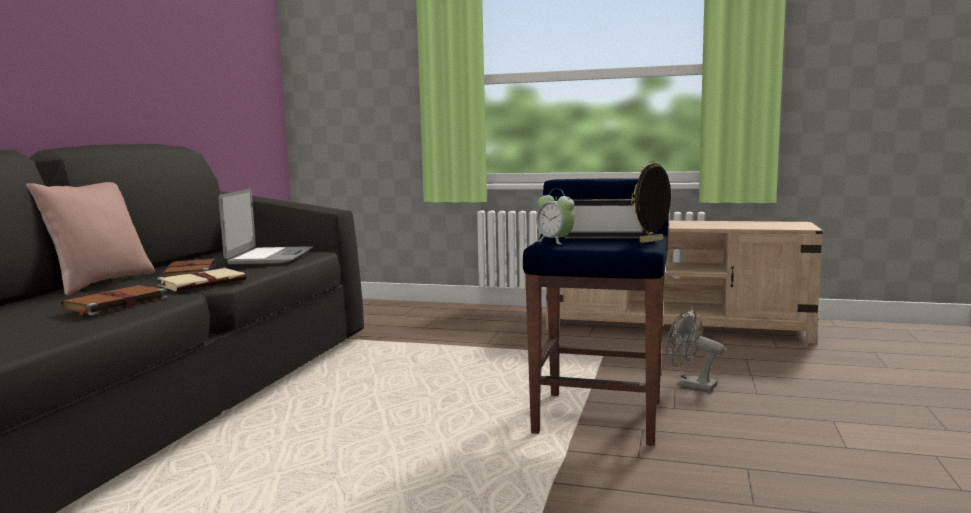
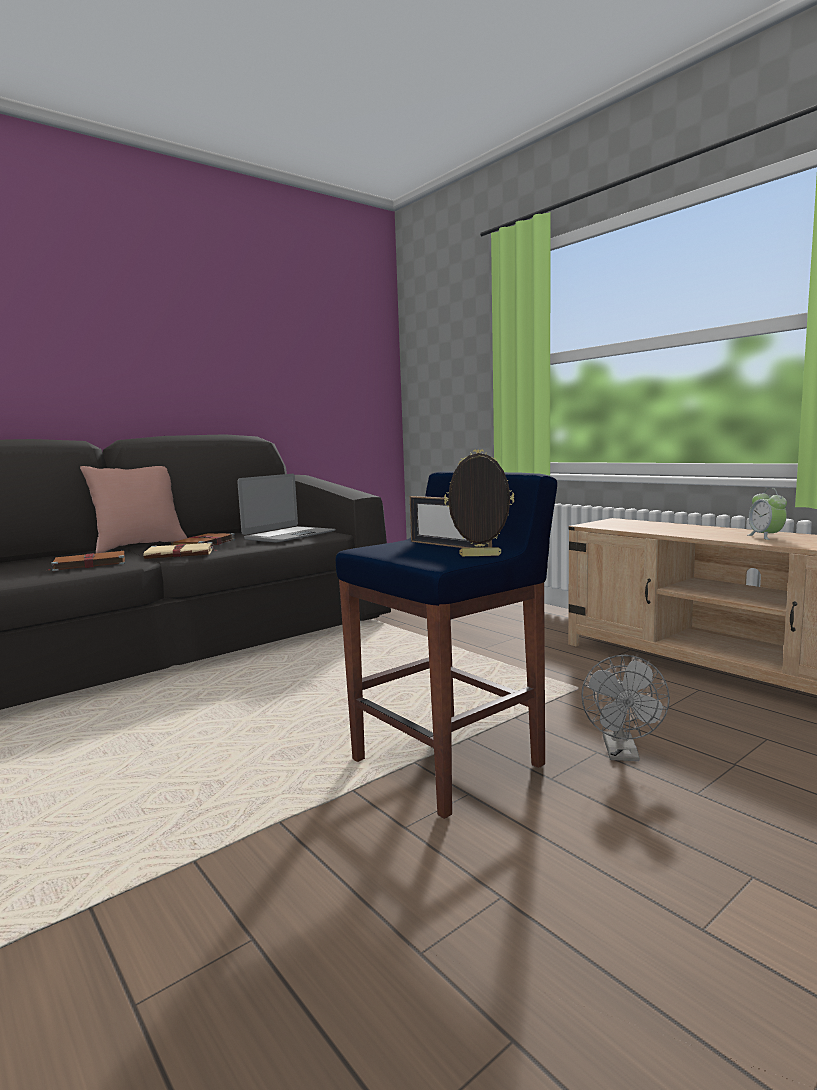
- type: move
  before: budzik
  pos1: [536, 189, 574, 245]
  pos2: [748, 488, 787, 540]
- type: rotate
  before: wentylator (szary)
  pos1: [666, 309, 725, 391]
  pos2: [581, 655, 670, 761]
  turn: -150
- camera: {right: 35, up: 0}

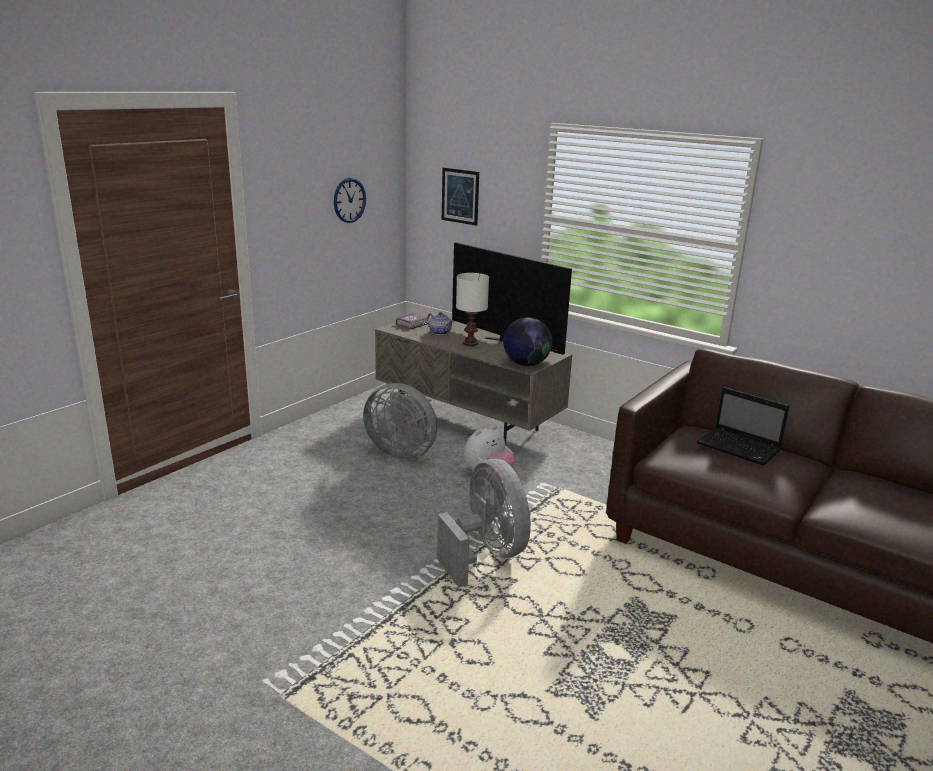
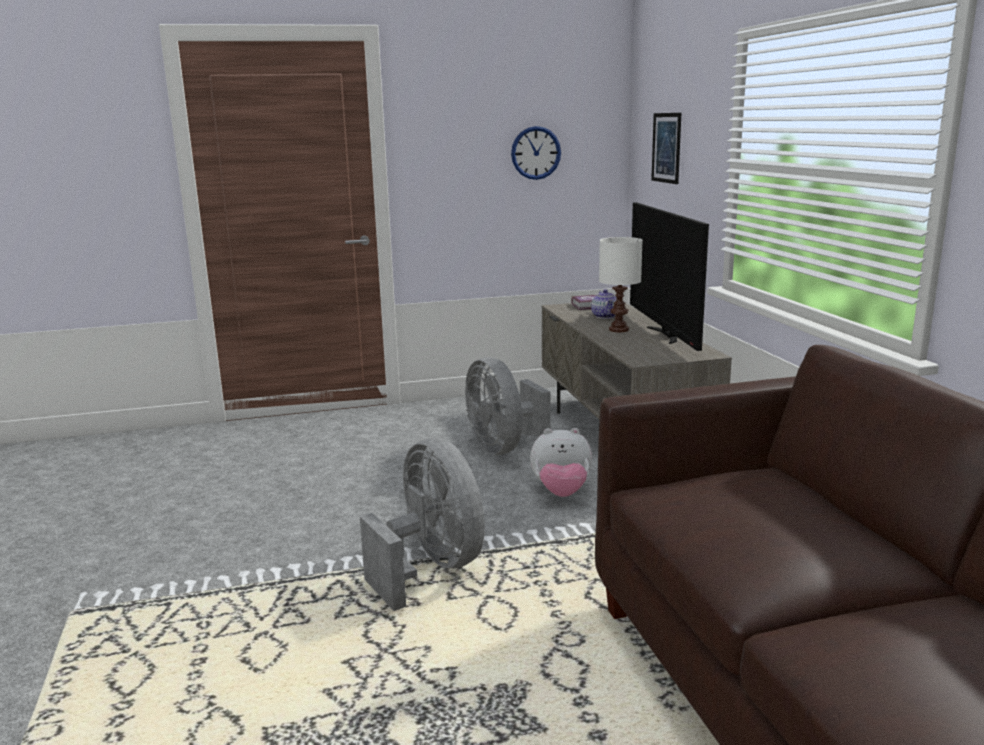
- type: delete
  before: globus
  pos1: [503, 317, 552, 366]
- type: delete
  before: laptop
  pos1: [697, 387, 789, 466]
- type: rotate
  before: wentylator (szary)
  pos1: [437, 459, 531, 587]
  pos2: [360, 438, 485, 611]
  turn: -45
- camera: {right: 40, up: -5}

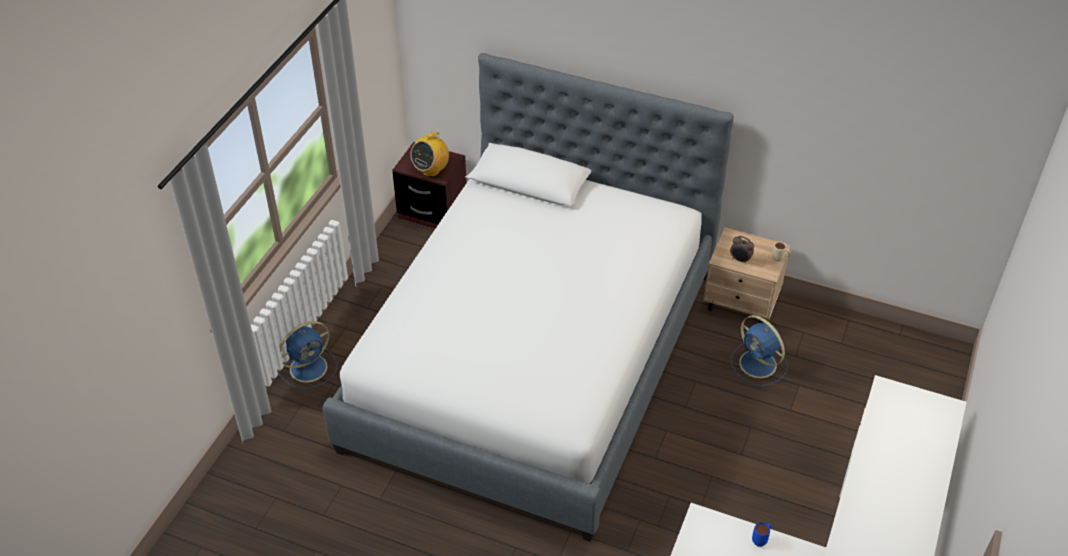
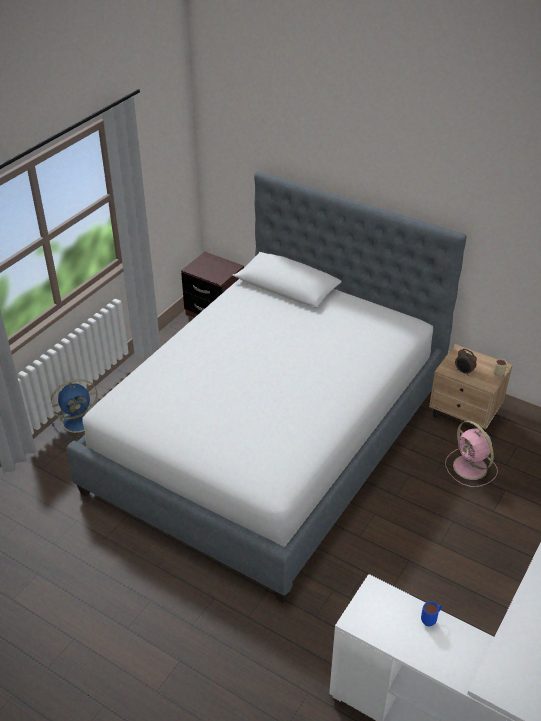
- type: delete
  before: radio
  pos1: [410, 132, 449, 177]
- type: recolor
  before: wentylator (niebieski)
  after: wentylator (różowy)
  pos1: [730, 315, 788, 386]
  pos2: [445, 421, 498, 487]
- camera: {right: 10, up: -5}

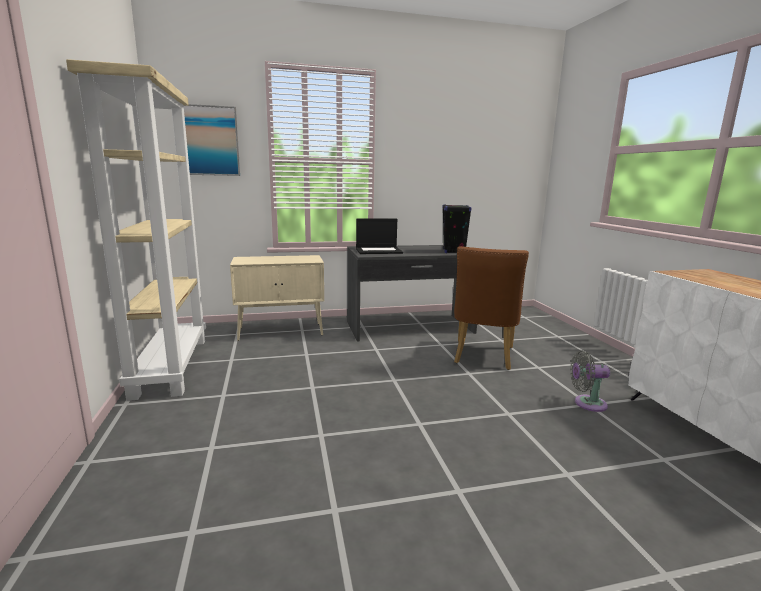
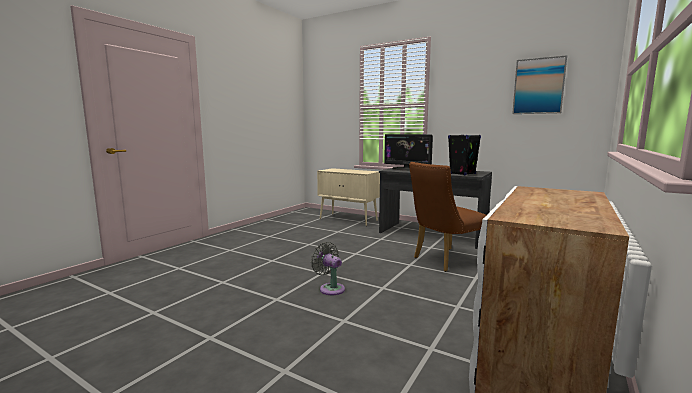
- type: delete
  before: regał (beżowy)
  pos1: [66, 59, 206, 401]
- type: move
  before: obraz
  pos1: [184, 104, 240, 176]
  pos2: [512, 55, 567, 114]
- type: move
  before: wentylator (szary)
  pos1: [570, 351, 610, 412]
  pos2: [311, 242, 345, 295]
- type: replace
  before: laptop
  after: monitor
  pos1: [356, 218, 403, 254]
  pos2: [384, 134, 433, 171]
- camera: {right: 45, up: -5}

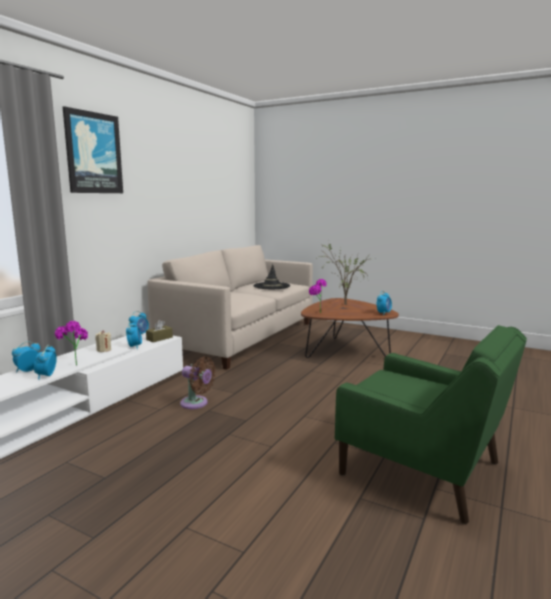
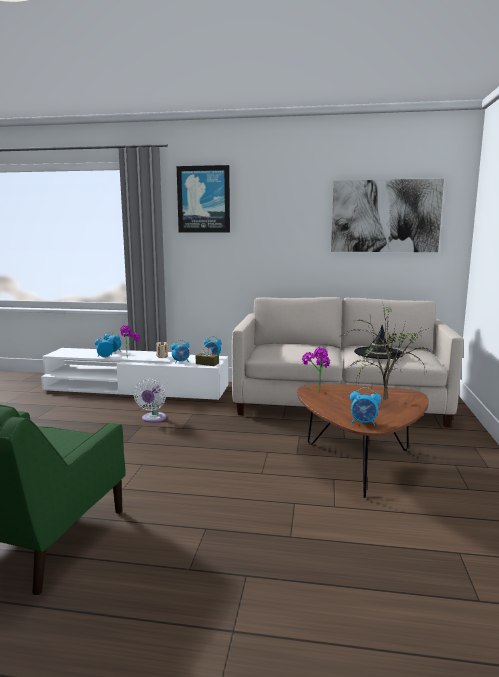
- type: insert
  after: obraz
  pos2: [331, 179, 444, 252]
- type: recolor
  before: wentylator (brązowy)
  after: wentylator (biały)
  pos1: [180, 357, 216, 409]
  pos2: [133, 379, 166, 423]
- camera: {right: 70, up: 0}

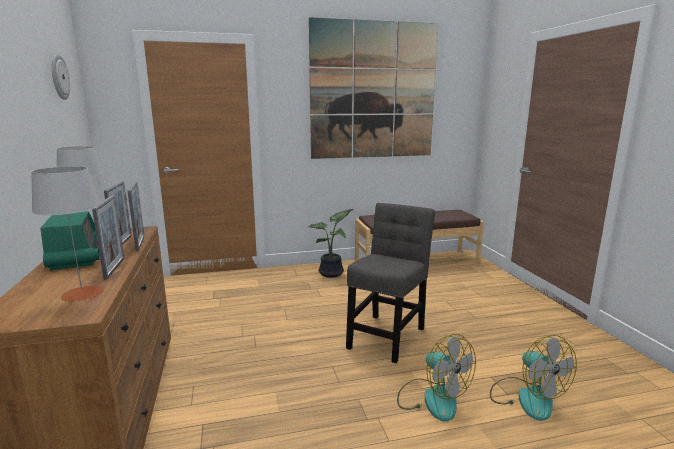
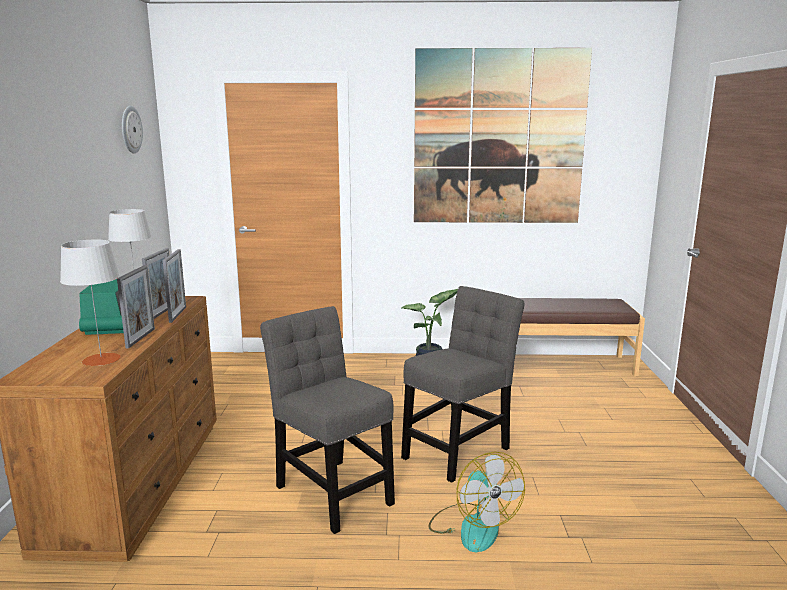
- type: delete
  before: wentylator
  pos1: [490, 335, 577, 421]
- type: insert
  after: krzesło (szary)
  pos2: [260, 306, 395, 534]
- camera: {right: 15, up: 0}

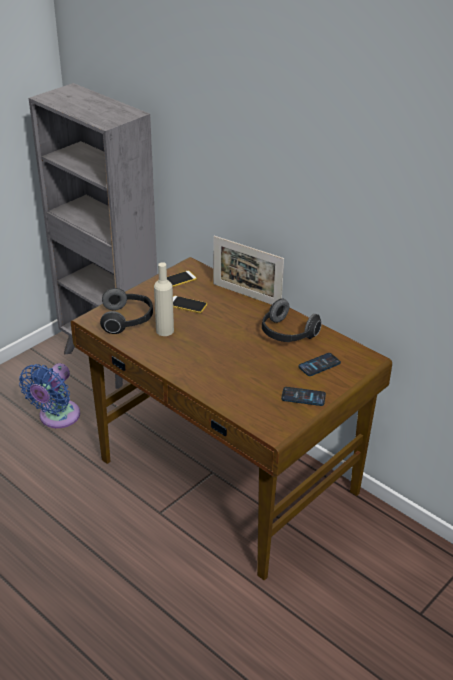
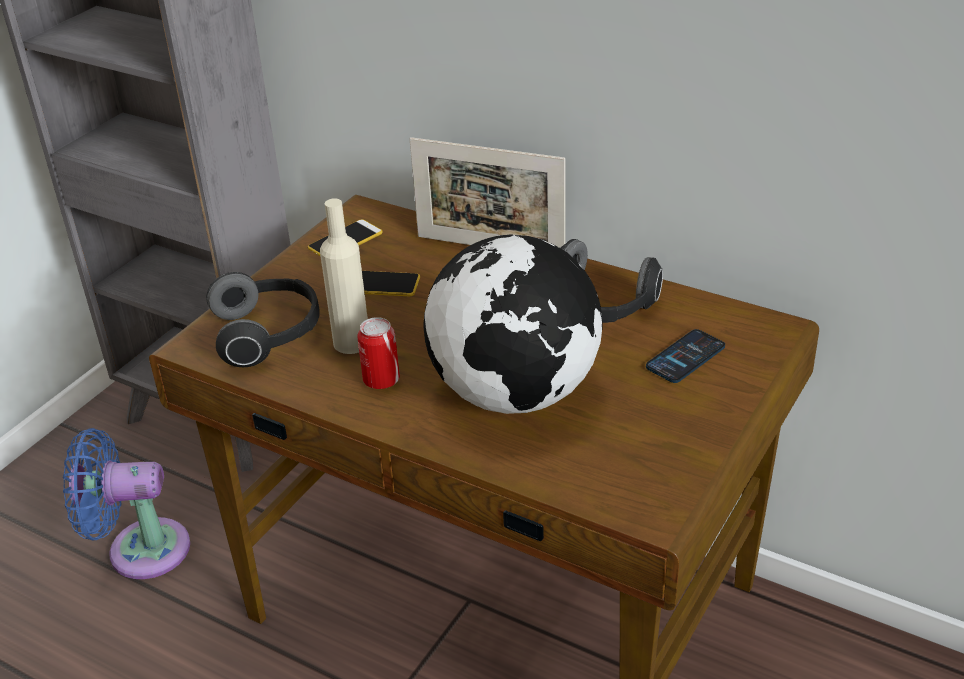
- type: delete
  before: telefon
  pos1: [281, 387, 326, 406]
- type: insert
  after: puszka
  pos2: [358, 317, 400, 389]
- type: insert
  after: globus
  pos2: [423, 234, 603, 414]
- type: rotate
  before: wentylator (niebieski)
  pos1: [19, 363, 80, 428]
  pos2: [63, 428, 190, 579]
  turn: 75
- camera: {right: -10, up: 0}

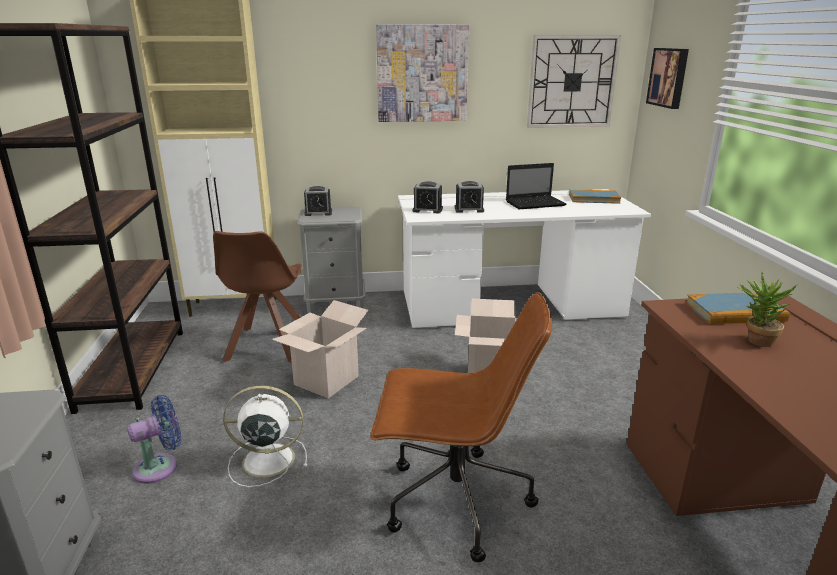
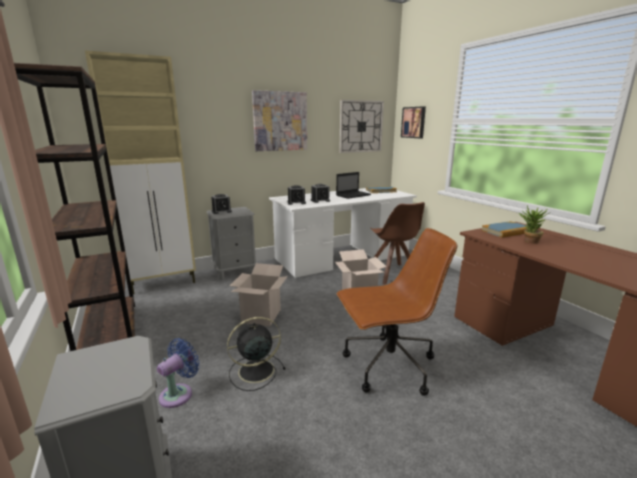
- type: move
  before: krzesło (brązowy)
  pos1: [213, 231, 302, 363]
  pos2: [370, 202, 425, 285]
- type: recolor
  before: wentylator (biały)
  after: wentylator (czarny)
  pos1: [223, 386, 307, 487]
  pos2: [227, 317, 286, 391]
- camera: {right: -20, up: -5}

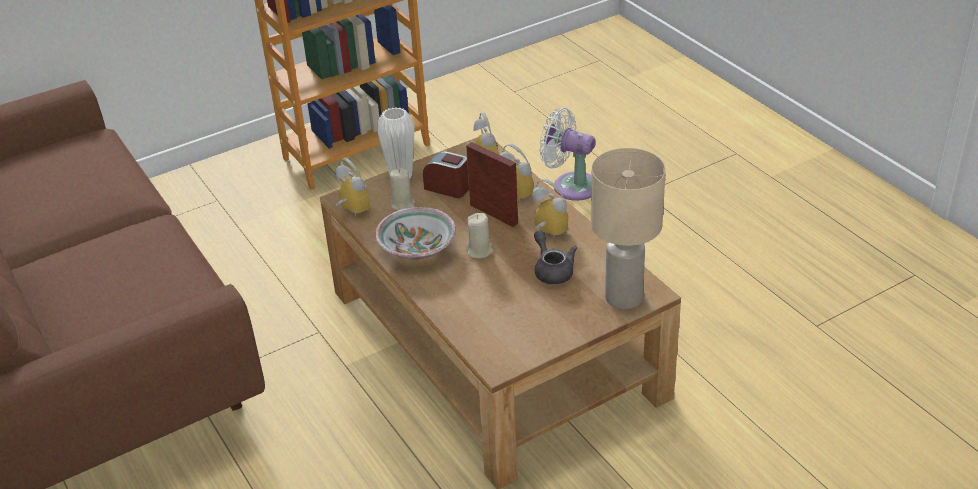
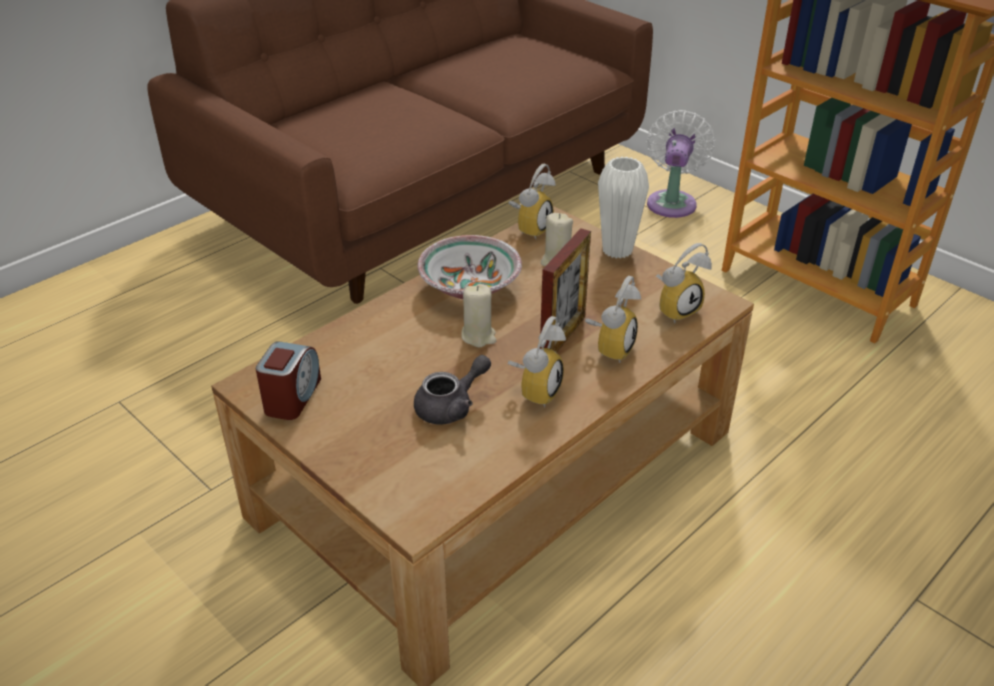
- type: delete
  before: lampa stołowa (beżowy)
  pos1: [591, 148, 666, 309]
- type: move
  before: budzik
  pos1: [423, 151, 469, 198]
  pos2: [256, 342, 321, 420]
- type: move
  before: wentylator (biały)
  pos1: [539, 107, 596, 201]
  pos2: [647, 110, 716, 218]
- camera: {right: 75, up: 0}

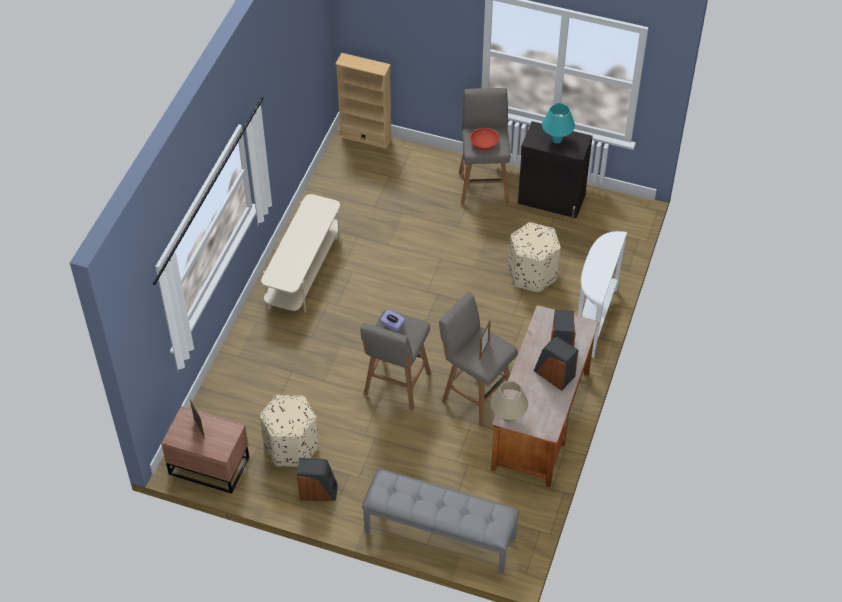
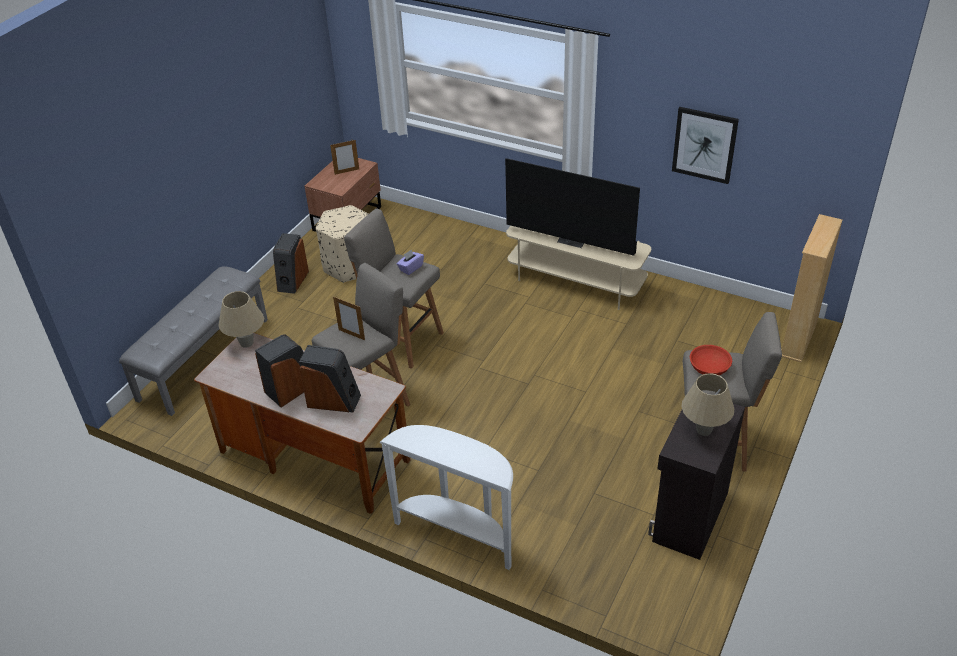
- type: delete
  before: pufa (beżowy)
  pos1: [509, 222, 561, 293]
- type: insert
  after: telewizor
  pos2: [505, 158, 640, 256]
- type: insert
  after: obraz
  pos2: [672, 107, 739, 184]
- type: recolor
  before: lampa stołowa (turkusowy)
  after: lampa stołowa (beżowy)
  pos1: [542, 103, 575, 144]
  pos2: [682, 373, 734, 436]
- camera: {right: 100, up: -10}

